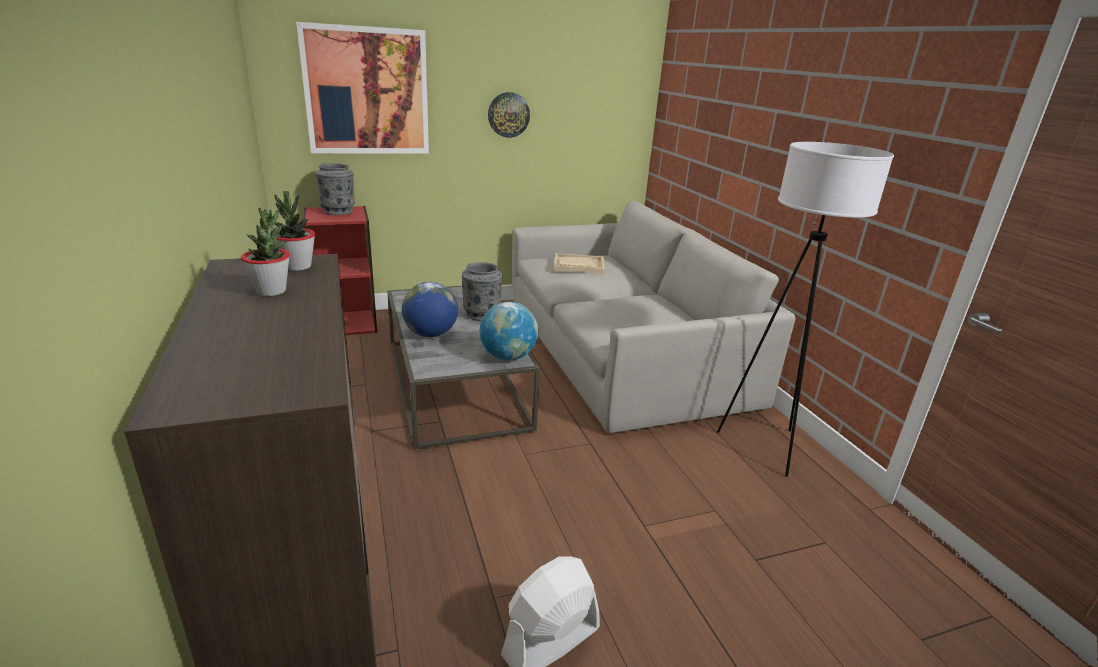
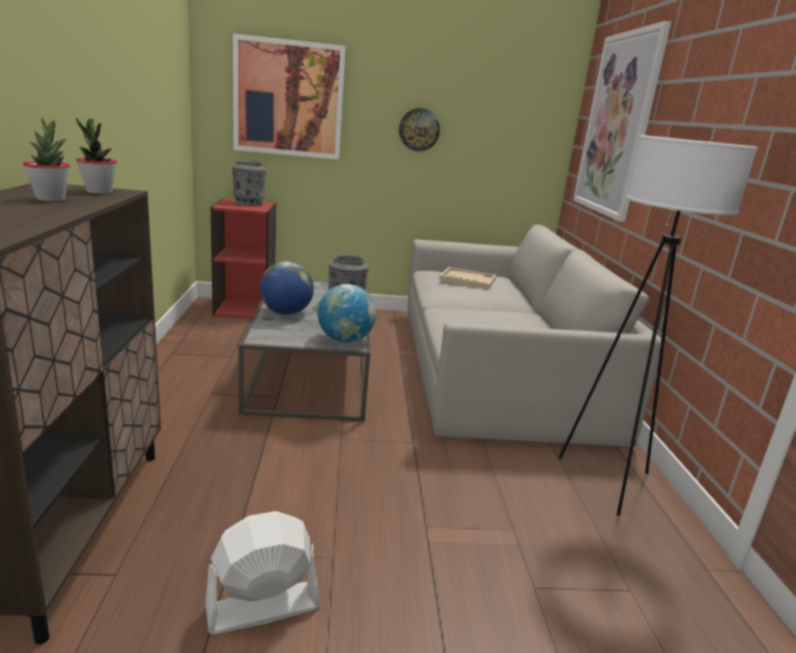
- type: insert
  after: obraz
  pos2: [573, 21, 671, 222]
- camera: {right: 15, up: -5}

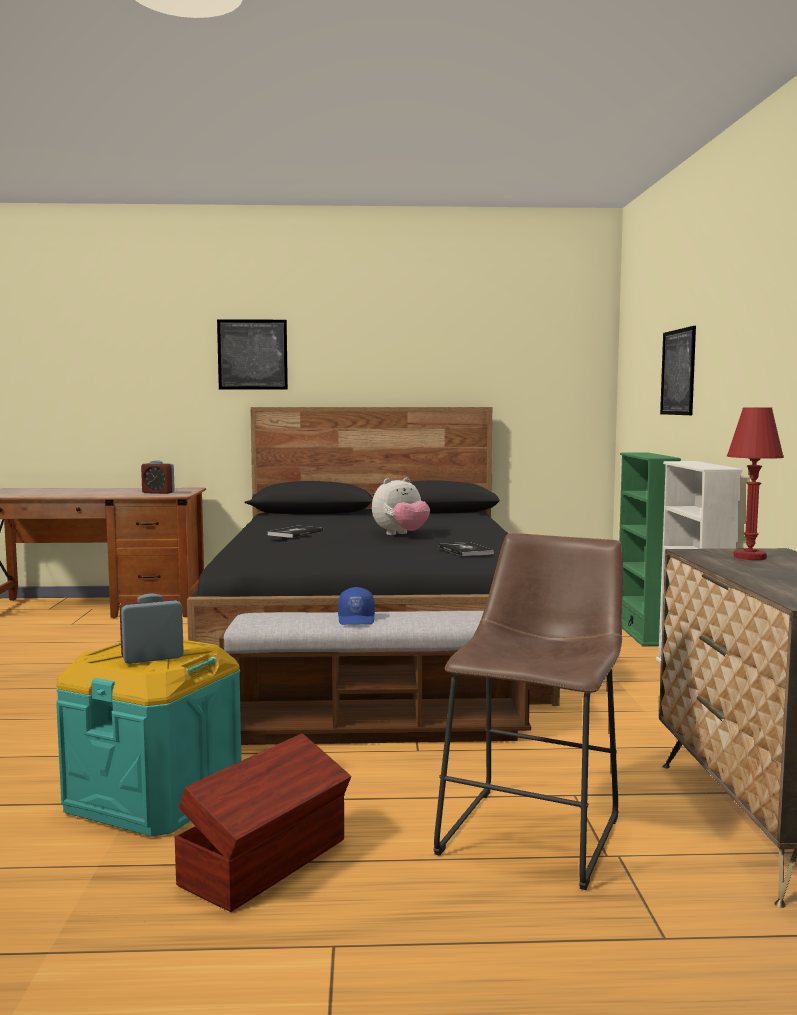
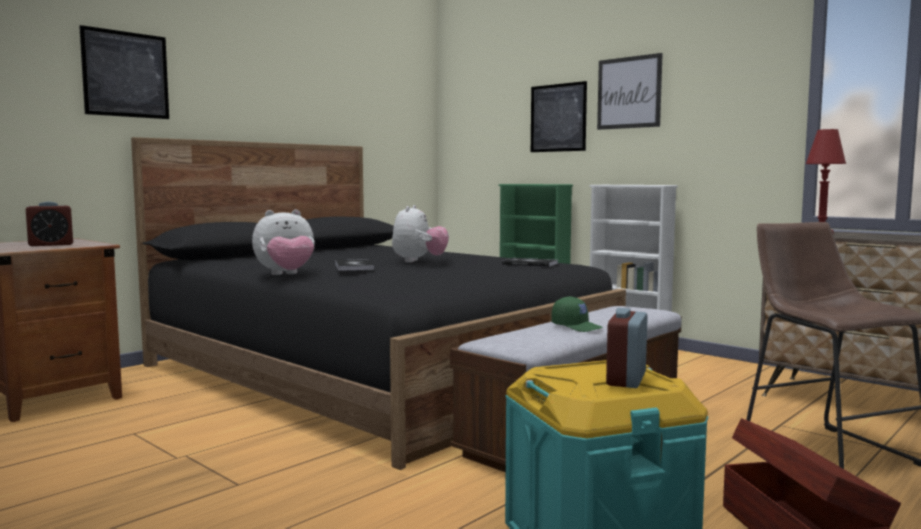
- type: insert
  after: pluszak
  pos2: [252, 210, 315, 275]
- type: insert
  after: obraz
  pos2: [597, 53, 663, 130]
- type: recolor
  before: czapka z daszkiem (niebieski)
  after: czapka z daszkiem (zielony)
  pos1: [338, 587, 375, 625]
  pos2: [552, 296, 603, 332]
- camera: {right: -45, up: 0}

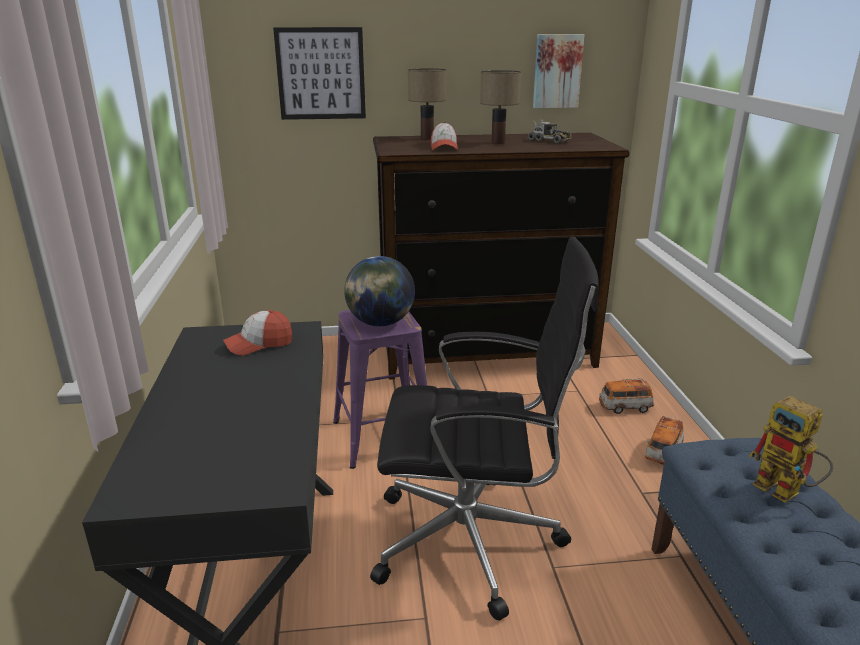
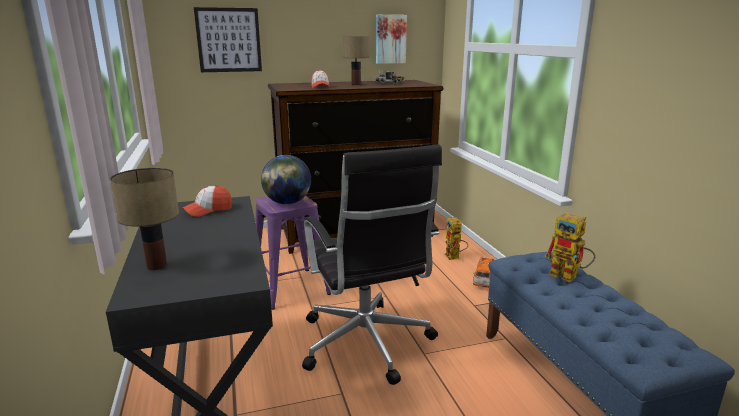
- type: move
  before: lampa stołowa
  pos1: [408, 68, 446, 139]
  pos2: [110, 168, 179, 270]
- type: replace
  before: samochodzik
  after: robot zabawkowy
  pos1: [599, 379, 654, 414]
  pos2: [444, 217, 468, 260]
- type: rotate
  before: krzesło biurowe (czarny)
  pos1: [370, 237, 598, 621]
  pos2: [302, 144, 442, 385]
  turn: 75
- camera: {right: -10, up: -5}

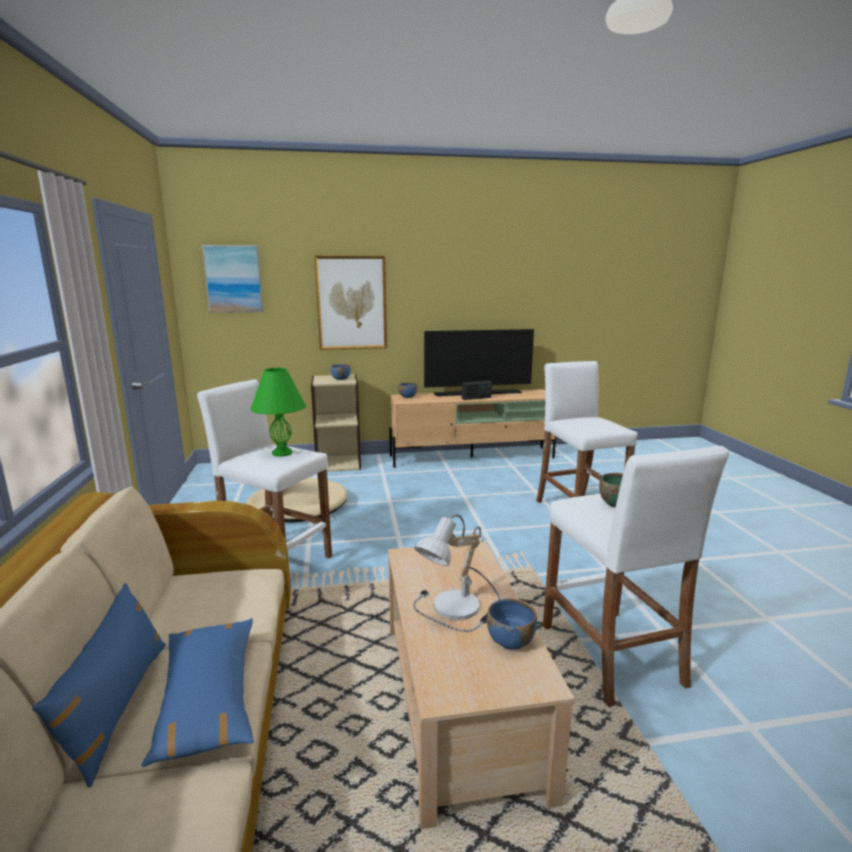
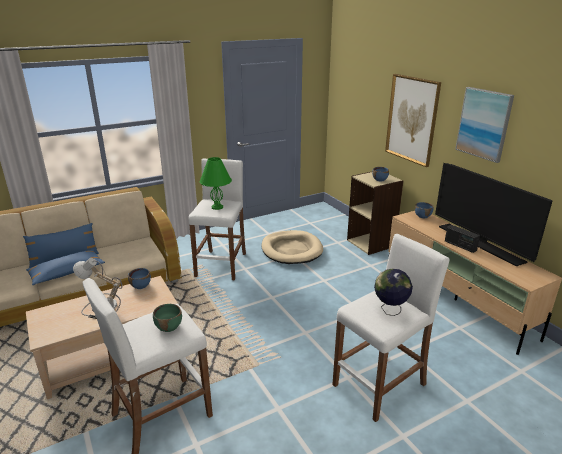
- type: insert
  after: globus
  pos2: [374, 268, 413, 316]
- type: move
  before: obraz
  pos1: [202, 245, 263, 313]
  pos2: [455, 87, 514, 163]
- type: move
  before: miska (niebieski)
  pos1: [487, 599, 537, 650]
  pos2: [128, 268, 151, 289]
- camera: {right: 70, up: 10}

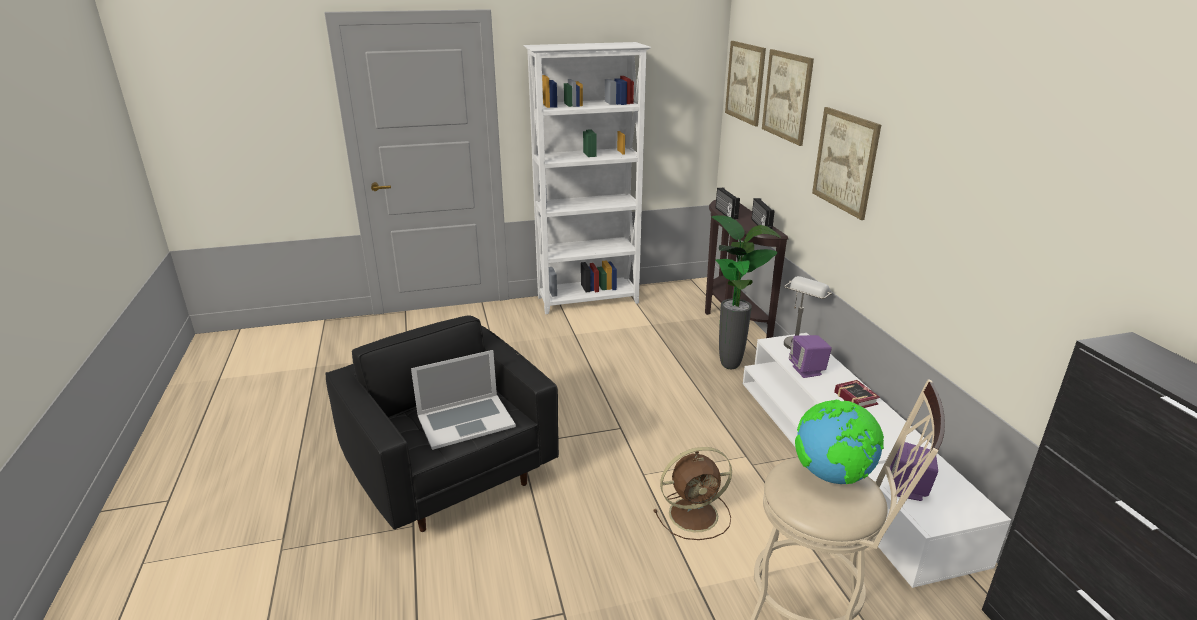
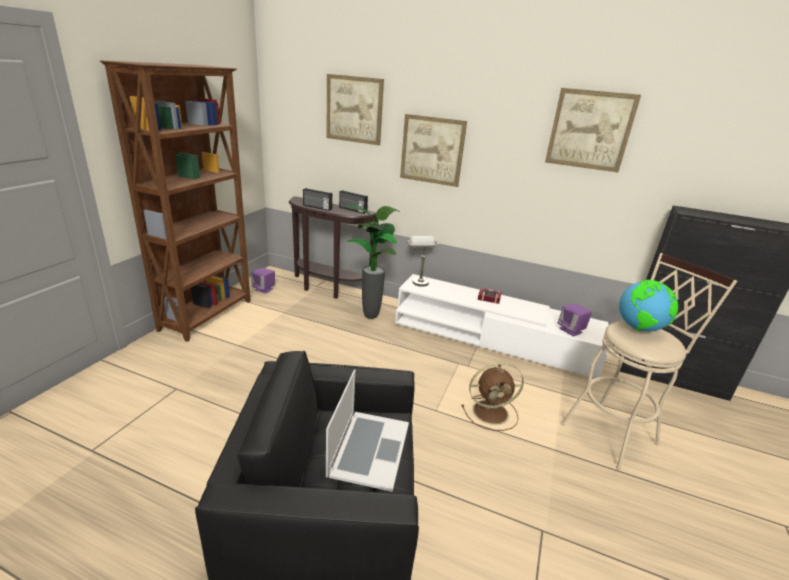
- type: move
  before: obraz
  pos1: [725, 41, 766, 127]
  pos2: [545, 88, 641, 172]
- type: move
  before: głośnik (fioletowy)
  pos1: [789, 335, 832, 378]
  pos2: [251, 268, 275, 294]
- type: recolor
  before: regał (biały)
  after: regał (brązowy)
  pos1: [523, 42, 651, 314]
  pos2: [100, 60, 251, 342]
- type: rotate
  before: wentylator (brązowy)
  pos1: [653, 447, 732, 540]
  pos2: [462, 362, 524, 431]
  turn: 60
- camera: {right: -55, up: 0}

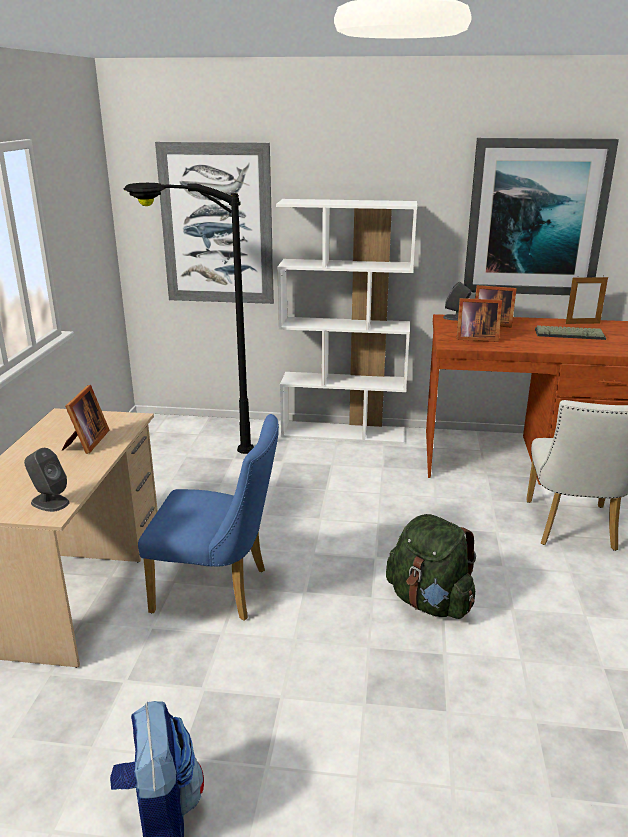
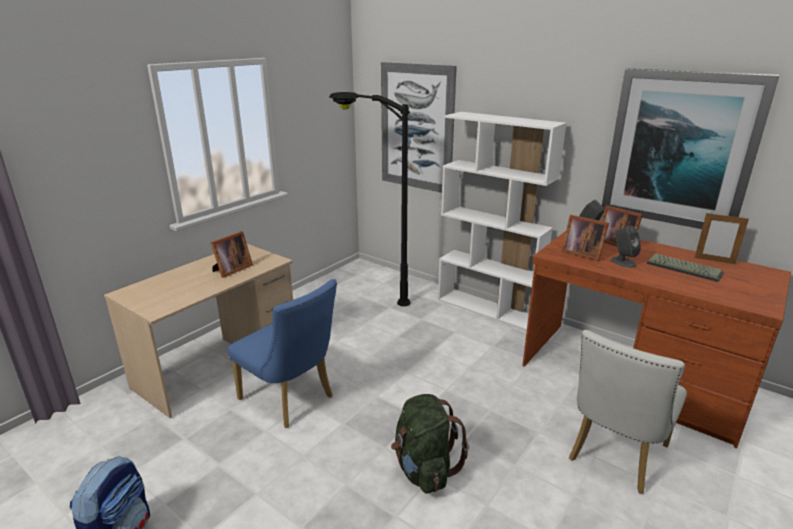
- type: move
  before: głośnik (szary)
  pos1: [24, 448, 69, 512]
  pos2: [610, 226, 641, 268]
- camera: {right: 30, up: 0}

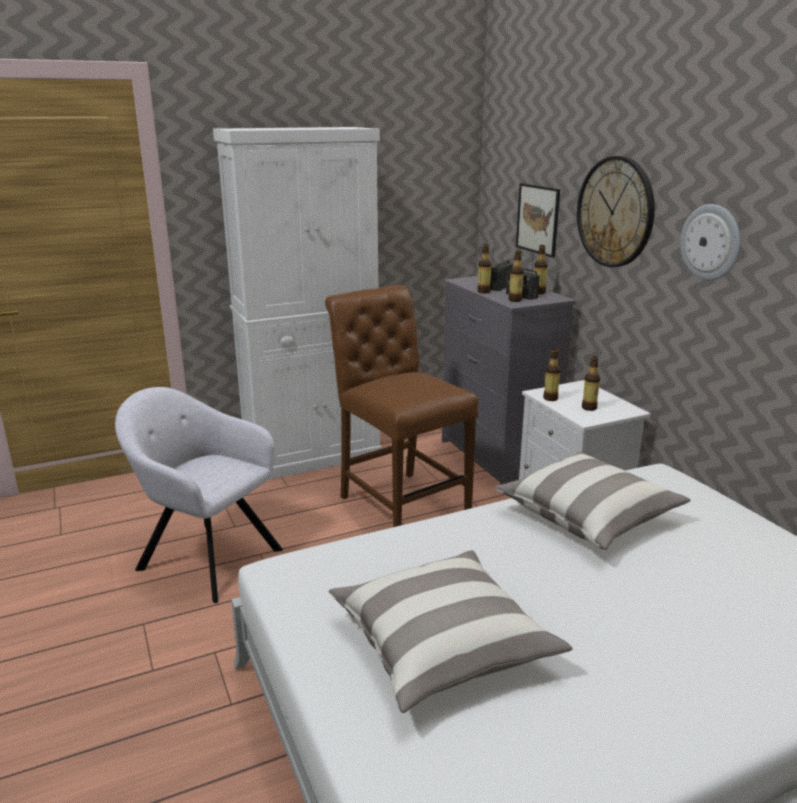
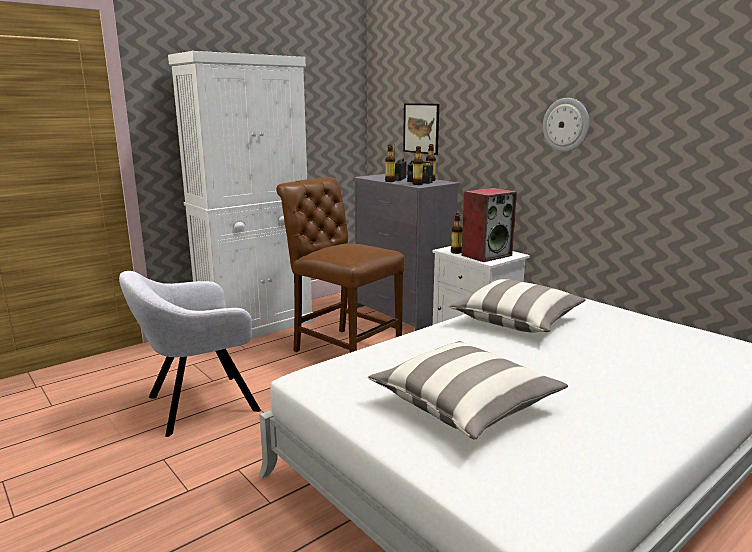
- type: delete
  before: zegar ścienny
  pos1: [577, 156, 655, 267]
- type: replace
  before: butelka
  after: głośnik
  pos1: [582, 356, 600, 411]
  pos2: [461, 188, 517, 262]
- type: rotate
  before: fotel (szary)
  pos1: [115, 387, 283, 603]
  pos2: [119, 271, 261, 437]
  turn: -45
- camera: {right: -15, up: -5}

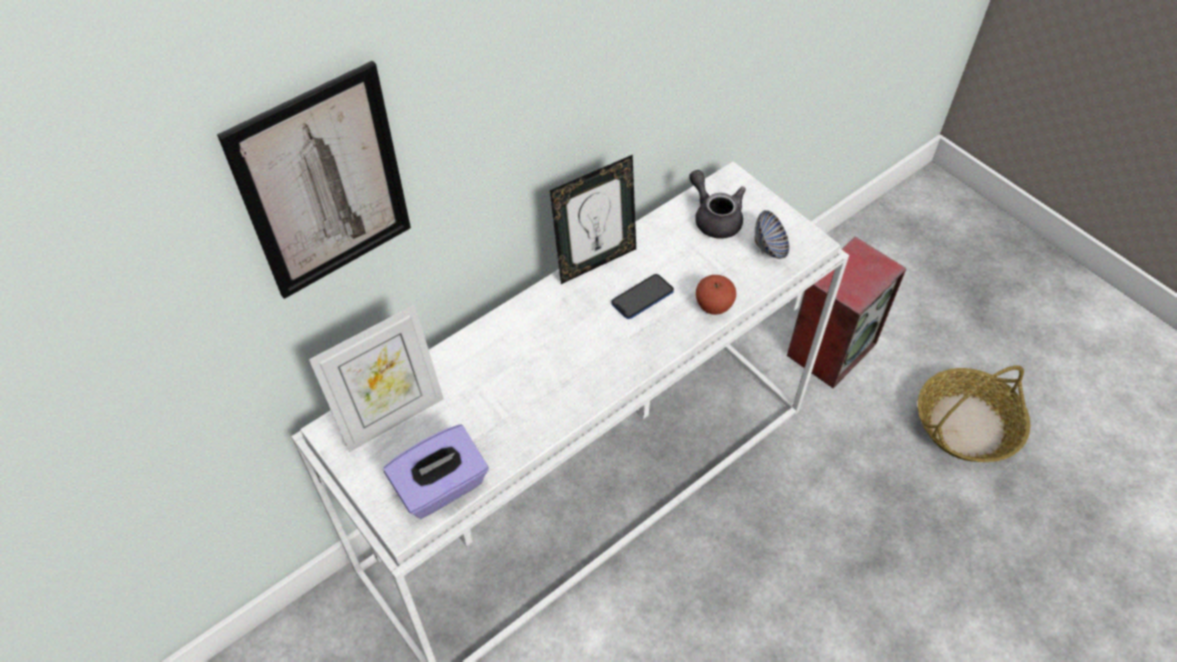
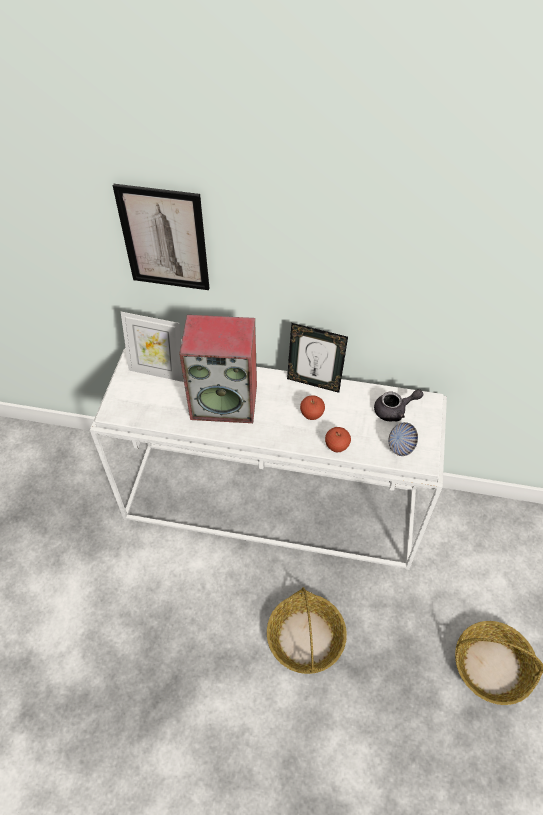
- type: delete
  before: pudełko chusteczek (fioletowy)
  pos1: [384, 424, 489, 519]
- type: insert
  after: koszyk
  pos2: [267, 587, 347, 674]
- type: move
  before: głośnik
  pos1: [787, 236, 907, 388]
  pos2: [179, 315, 257, 423]
- type: replace
  before: telefon
  after: jabłko
  pos1: [612, 274, 674, 319]
  pos2: [300, 395, 325, 420]
- type: rotate
  before: imbryk (szary)
  pos1: [690, 170, 746, 239]
  pos2: [374, 389, 423, 421]
  turn: 60
- camera: {right: 50, up: 0}

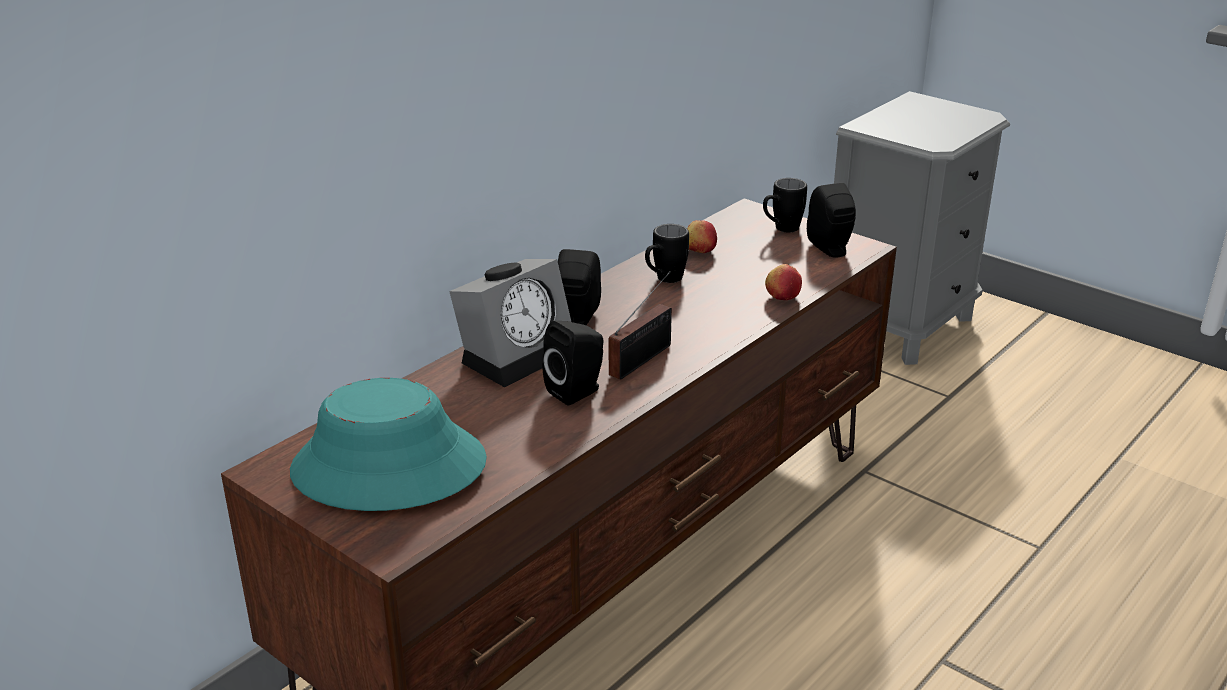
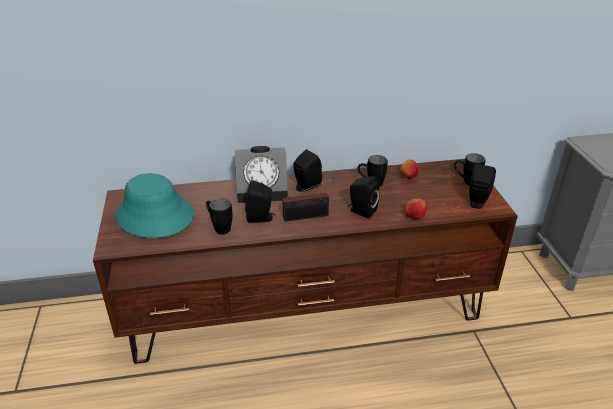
- type: insert
  after: kubek (czarny)
  pos2: [206, 199, 233, 234]
- type: insert
  after: głośnik (czarny)
  pos2: [348, 176, 380, 218]
- camera: {right: 40, up: 5}

